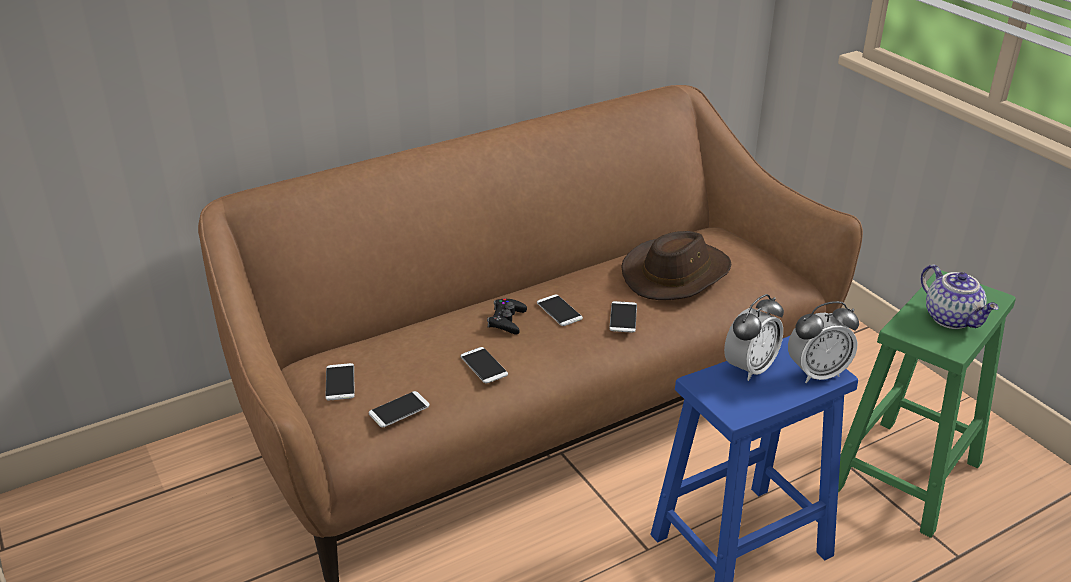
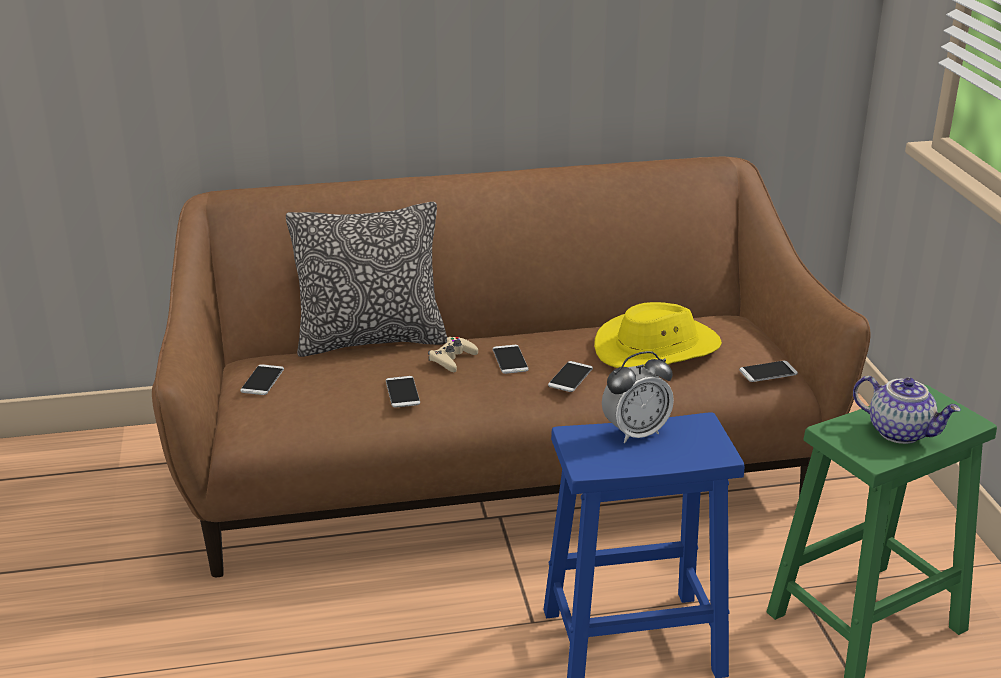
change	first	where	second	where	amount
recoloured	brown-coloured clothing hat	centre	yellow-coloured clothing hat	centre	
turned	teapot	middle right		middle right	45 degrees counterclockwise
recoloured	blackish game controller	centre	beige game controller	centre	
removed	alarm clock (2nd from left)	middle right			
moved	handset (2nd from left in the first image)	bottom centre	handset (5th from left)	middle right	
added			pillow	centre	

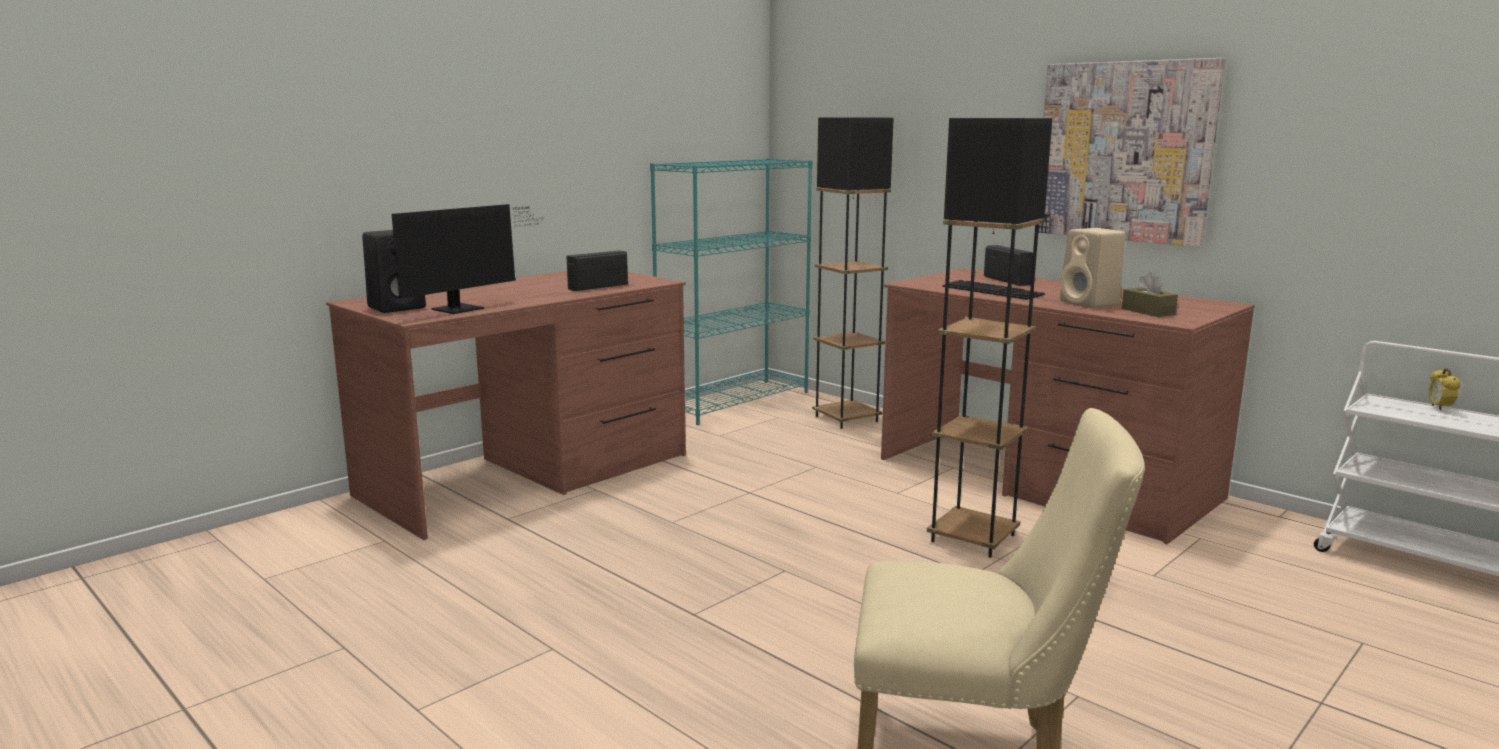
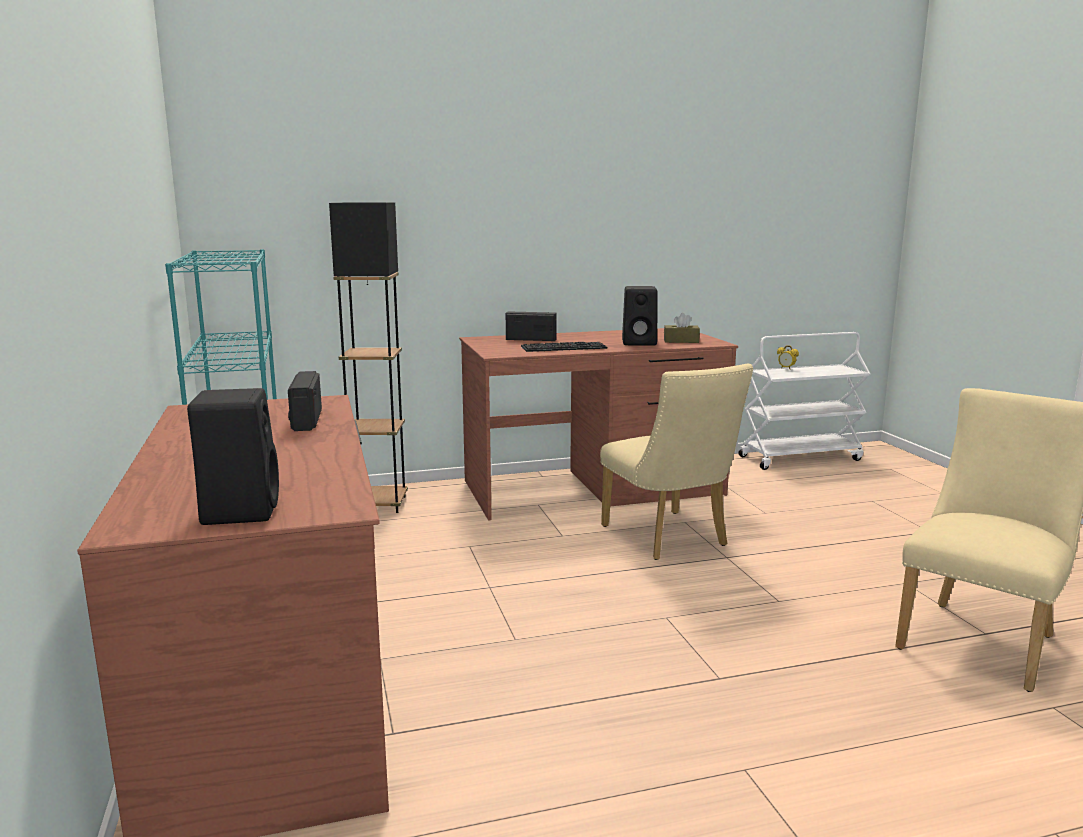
change	first	where	second	where	amount
removed	wall art	top right			
replaced	blackish standard lamp (2nd from left)	centre	beige chair (1st from left)	centre	
removed	monitor	middle left			
recoloured	beige loudspeaker	middle right	blackish loudspeaker (2nd from left)	centre	

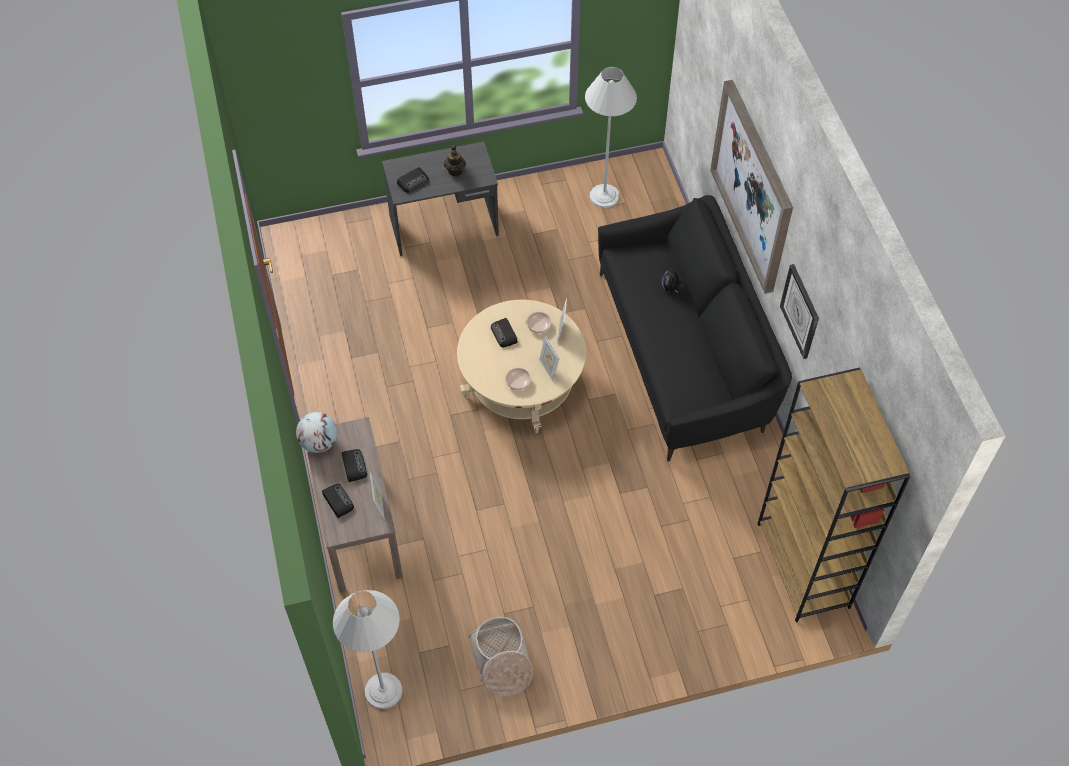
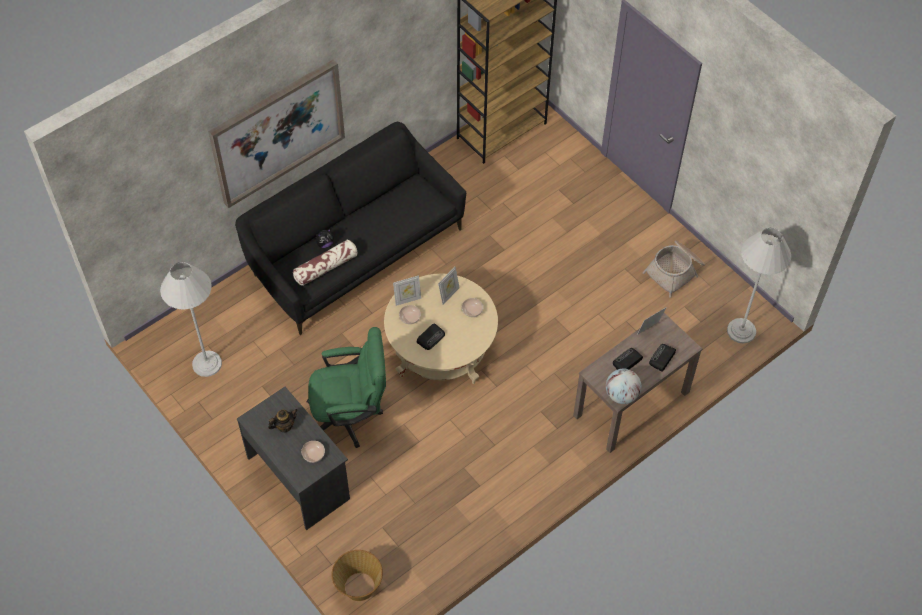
change	first	where	second	where	amount
replaced	radio set (3rd from left)	top centre	bowl (1st from left)	bottom centre	
removed	hanging clock	middle right			
added			pillow	centre	
added			green-coloured office chair	centre	
added			basket (1st from left)	bottom centre	

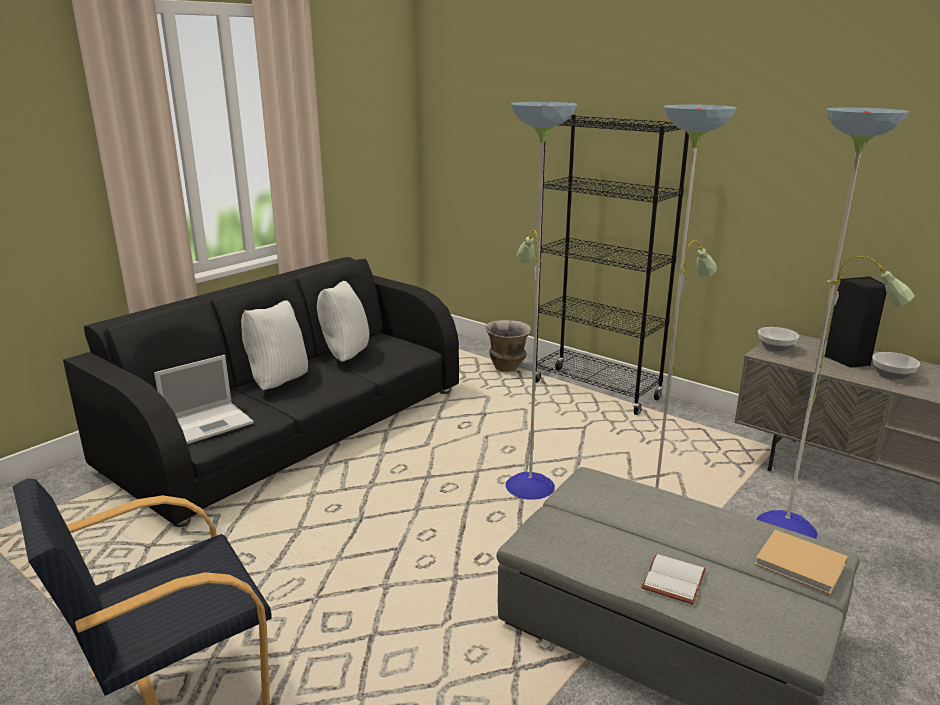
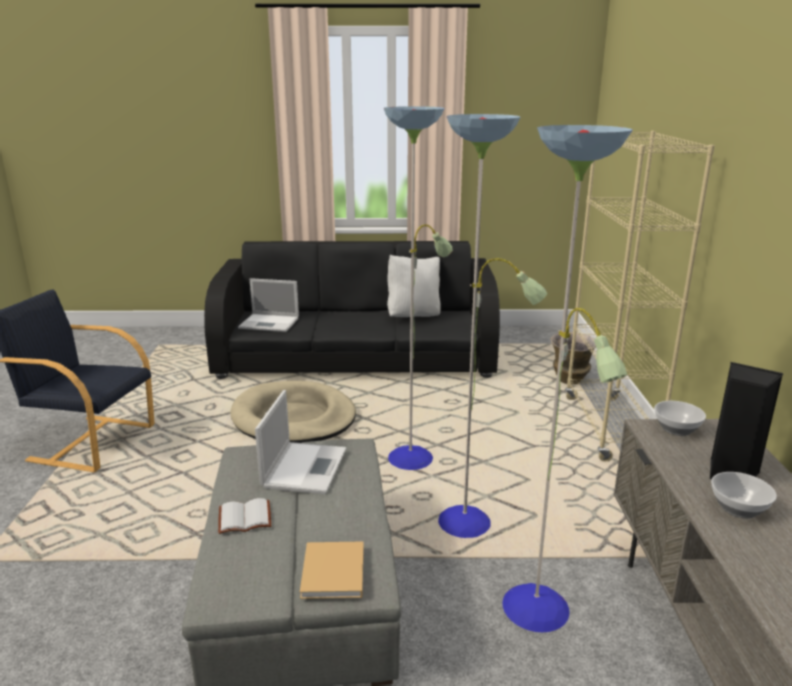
change	first	where	second	where	amount
recoloured	blackish bookshelf	centre	beige bookshelf	middle right	
removed	white-coloured pillow (1st from left)	middle left			
added			beige dog bed	centre	
added			portable computer (2nd from left)	centre	

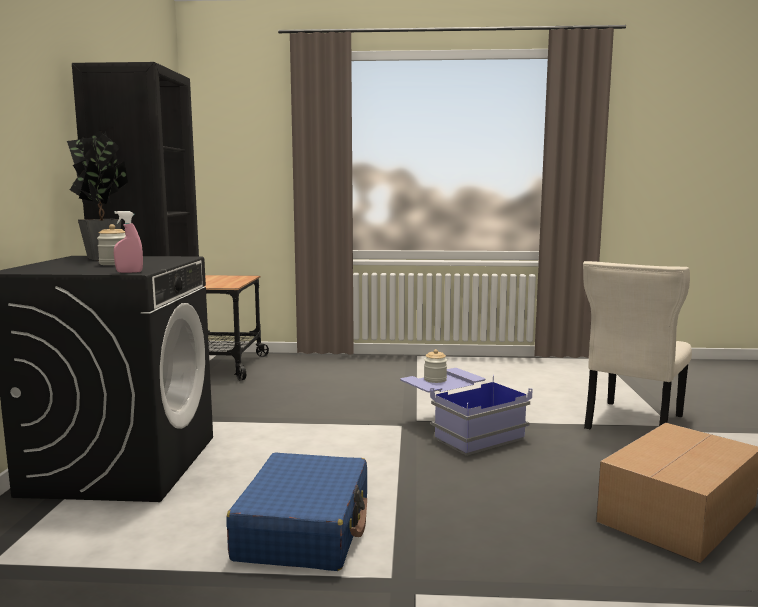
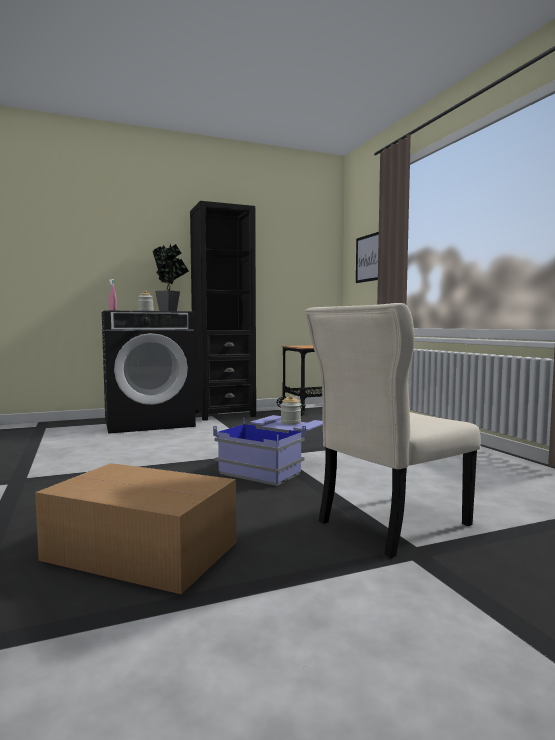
change	first	where	second	where	amount
turned	beige chair	middle right		middle right	45 degrees counterclockwise
removed	blue-coloured piece of luggage	bottom centre			
added			wall art	centre	

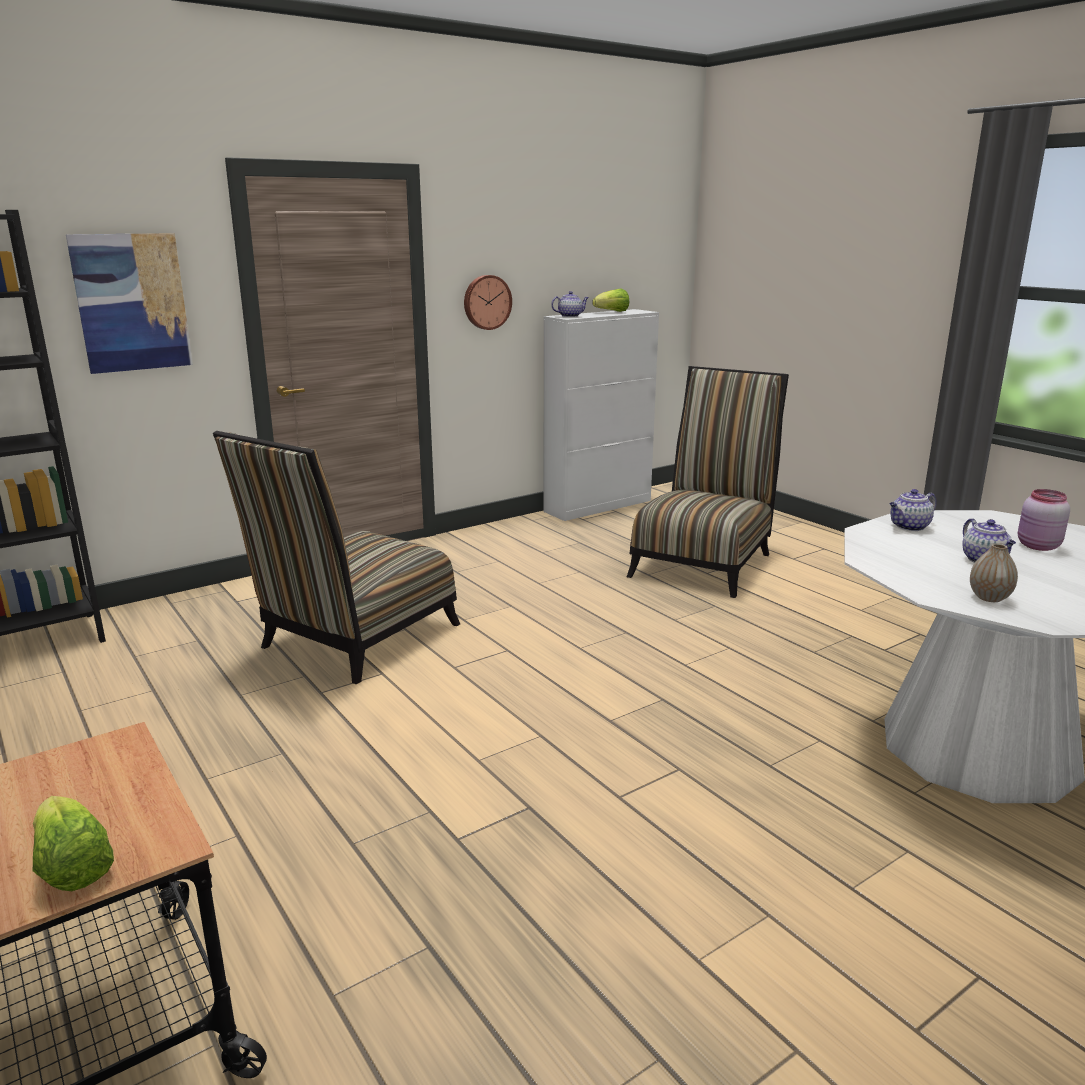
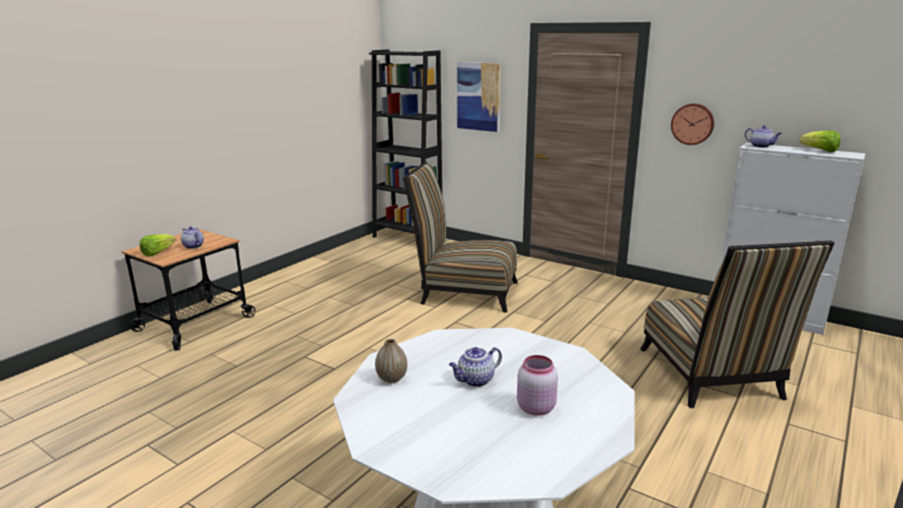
change	first	where	second	where	amount
turned	chair (2nd from left)	centre		middle right	75 degrees clockwise
moved	teapot (2nd from left in the first image)	middle right	teapot (1st from left)	middle left	

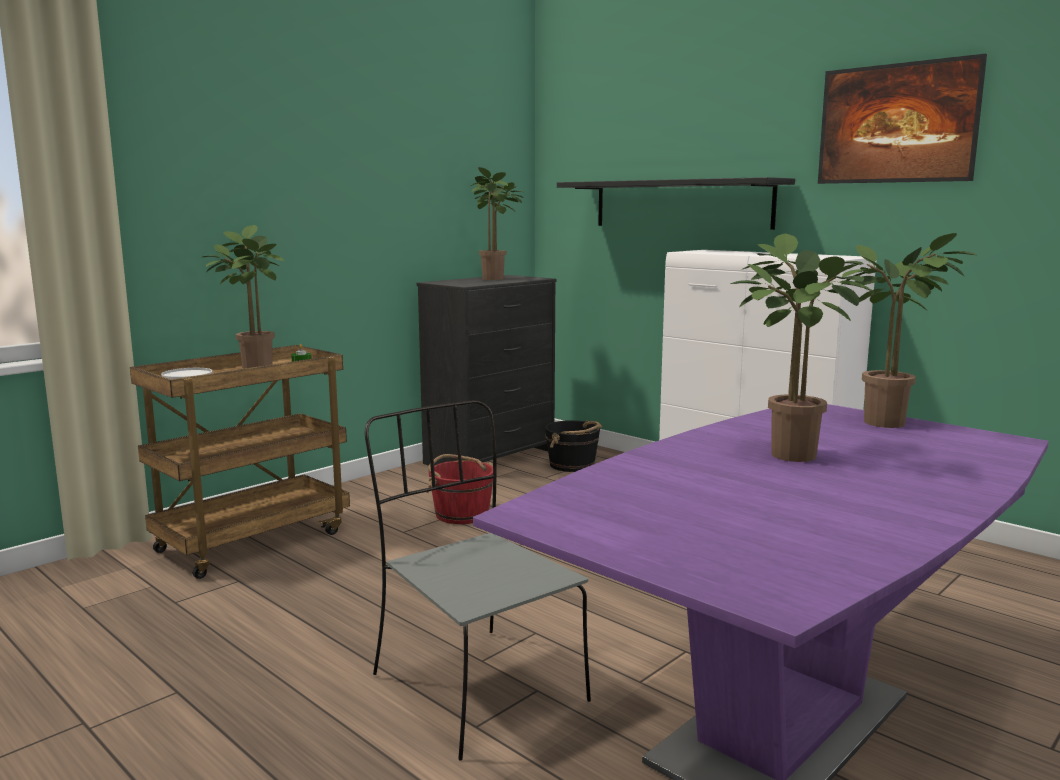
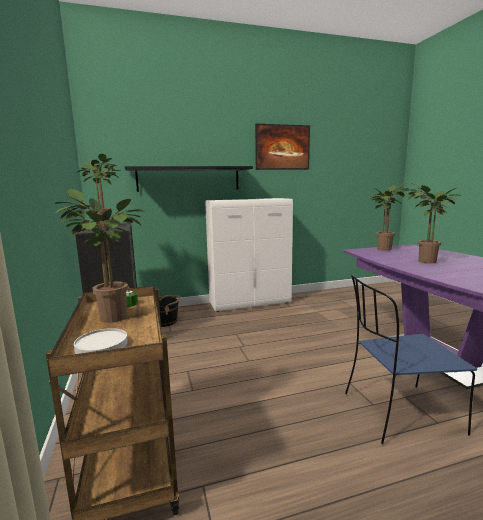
change	first	where	second	where	amount
recoloured	greyish chair	bottom centre	blue-coloured chair	bottom right	
removed	reddish pail	centre			

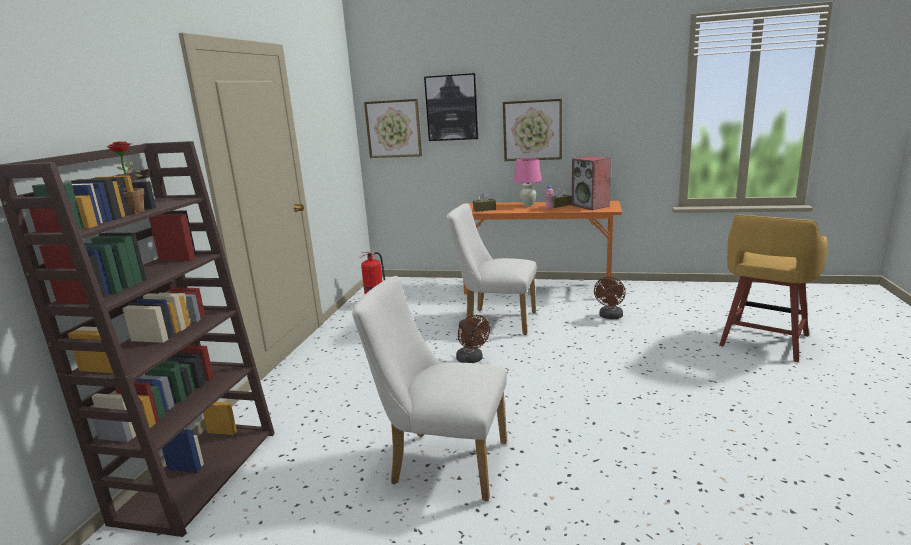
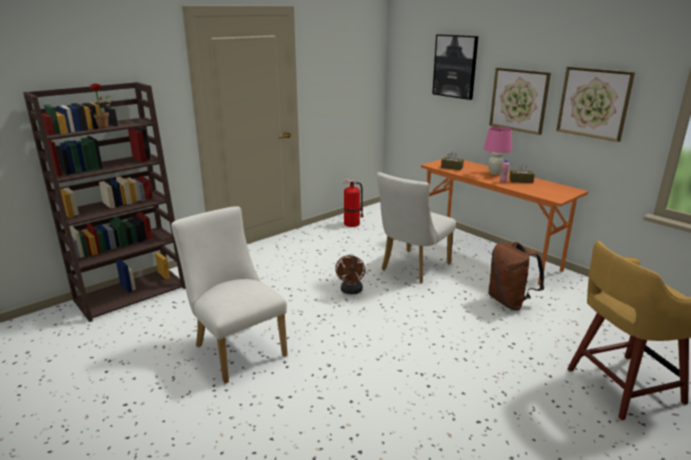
change	first	where	second	where	amount
moved	wall art (1st from left in the first image)	top centre	wall art (3rd from left)	top right	
removed	loudspeaker	centre			
turned	white-coloured chair (2nd from left)	centre		centre	105 degrees counterclockwise
replaced	brown-coloured fan (2nd from left)	middle right	brown-coloured rucksack	middle right	

